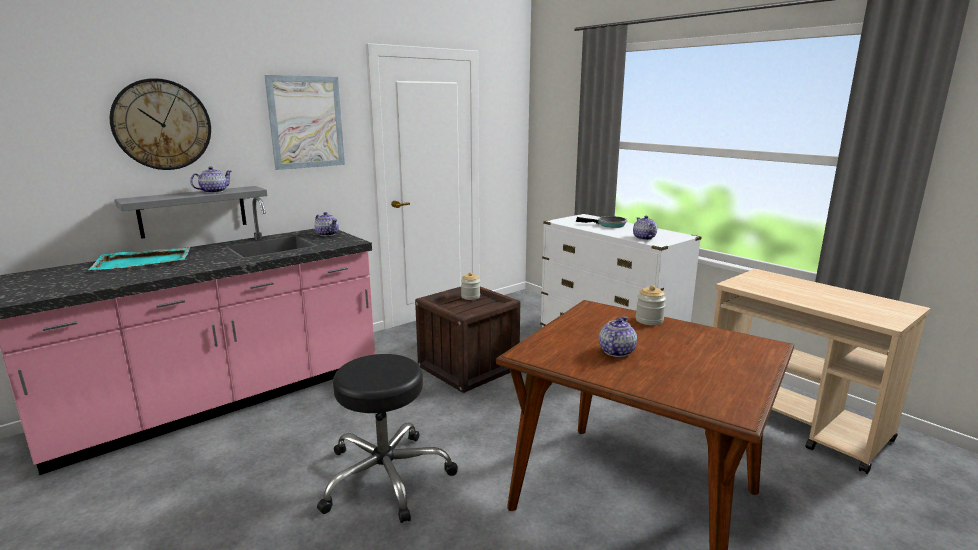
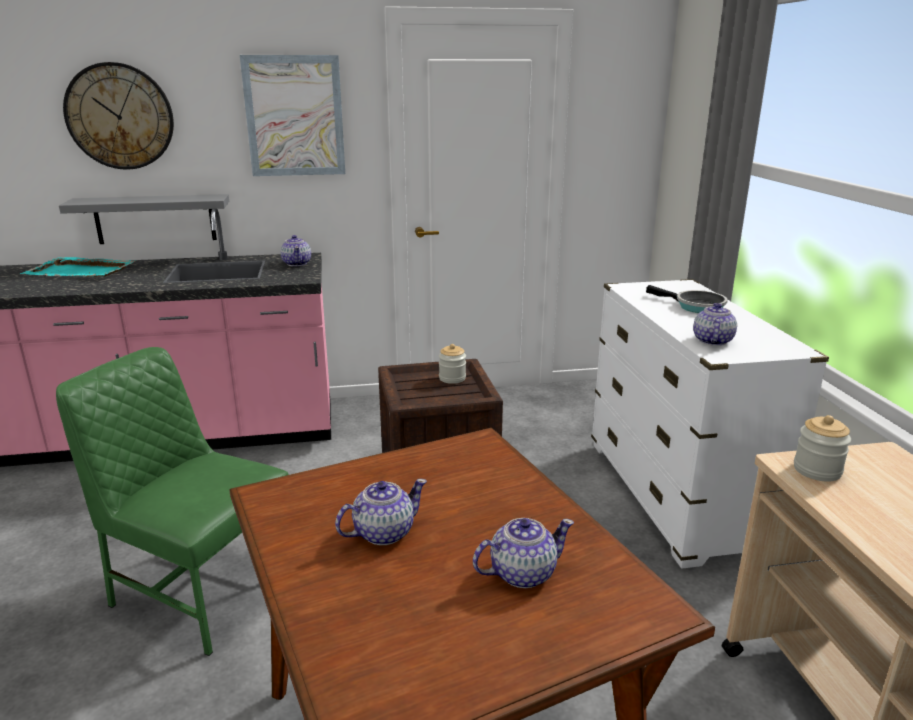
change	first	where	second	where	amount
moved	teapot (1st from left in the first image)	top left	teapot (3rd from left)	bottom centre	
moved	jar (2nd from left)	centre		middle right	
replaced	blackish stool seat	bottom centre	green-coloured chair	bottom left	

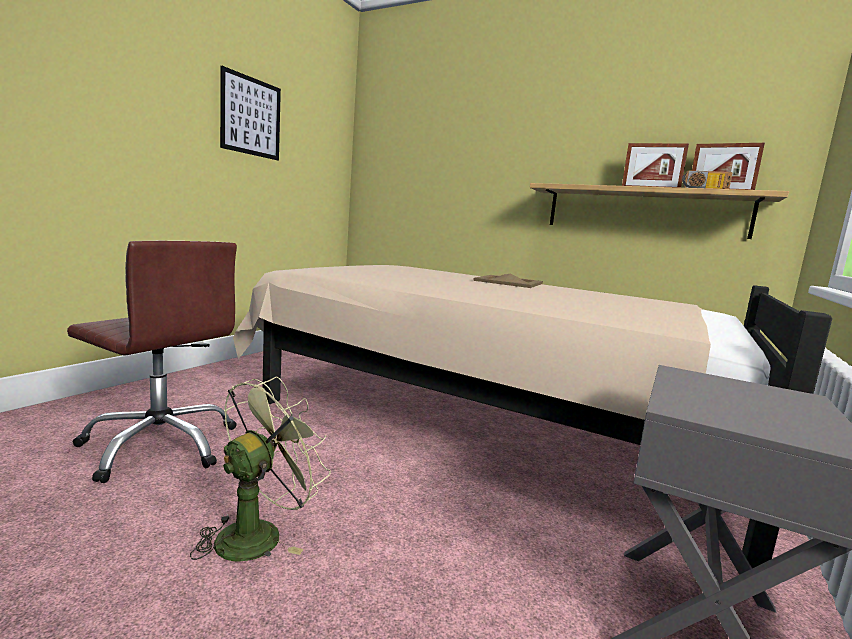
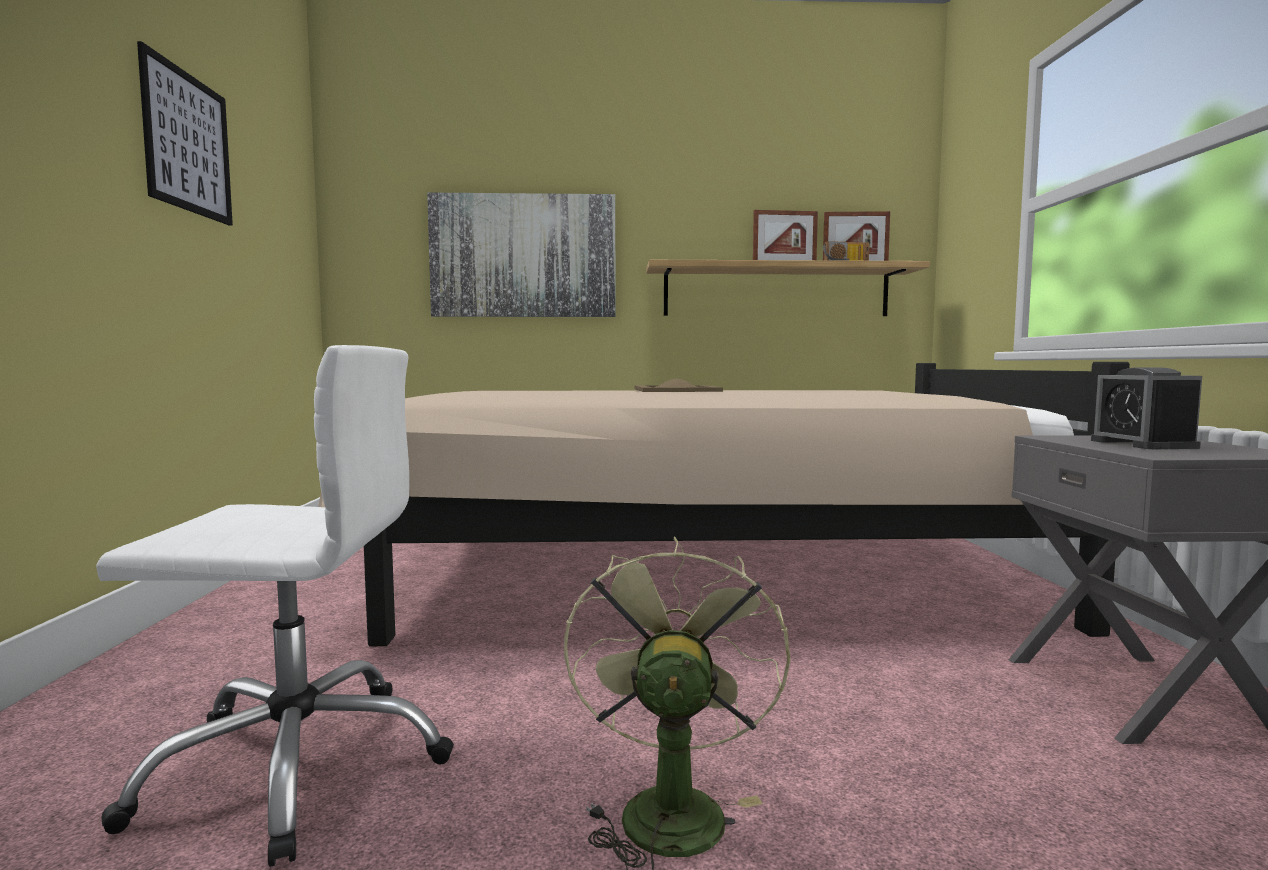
change	first	where	second	where	amount
recoloured	brown-coloured office chair	middle left	white-coloured office chair	bottom left	
added			wall art (2nd from left)	top centre	
added			alarm clock	middle right	

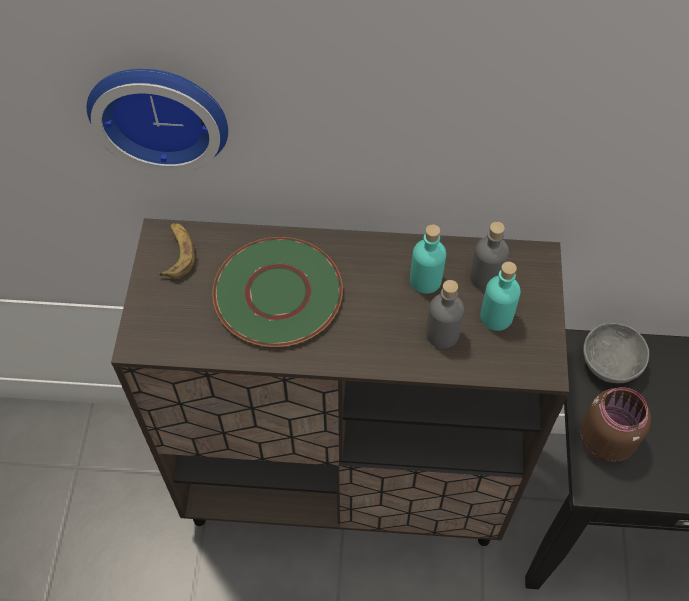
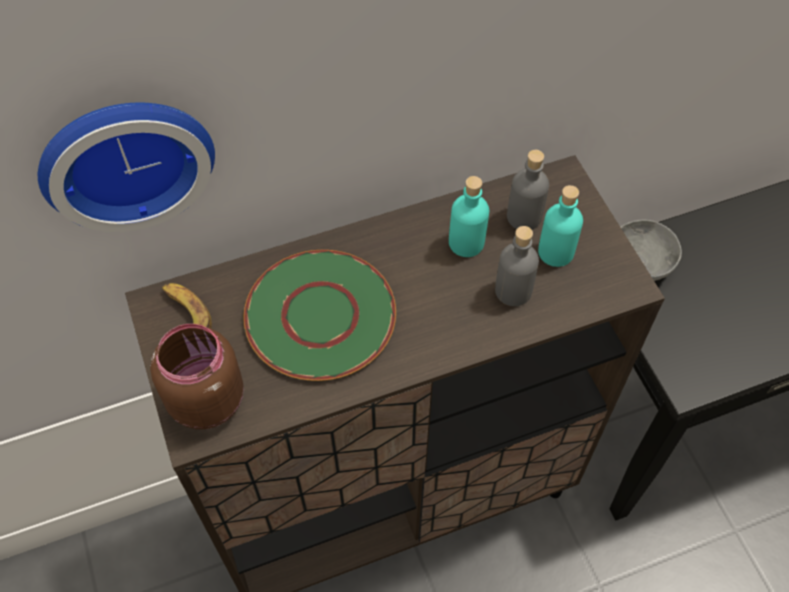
change	first	where	second	where	amount
moved	brown-coloured jar	bottom right		middle left	

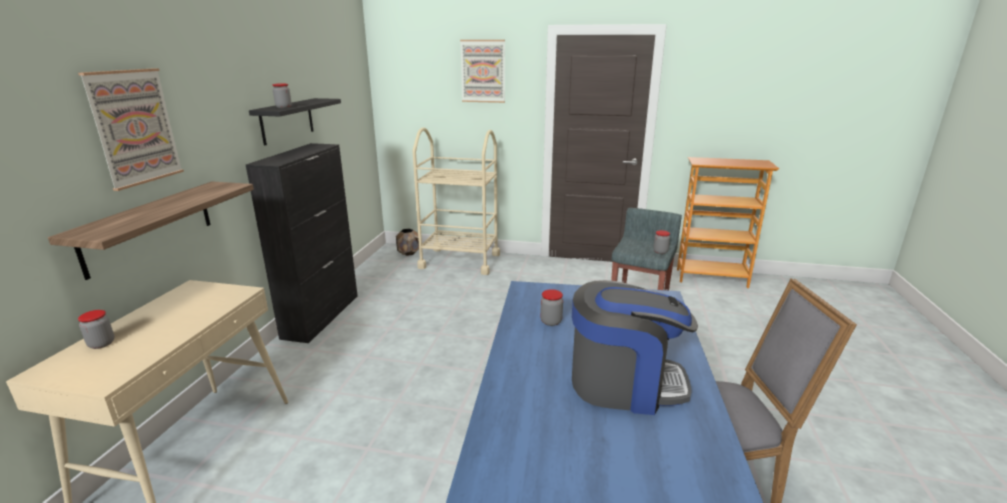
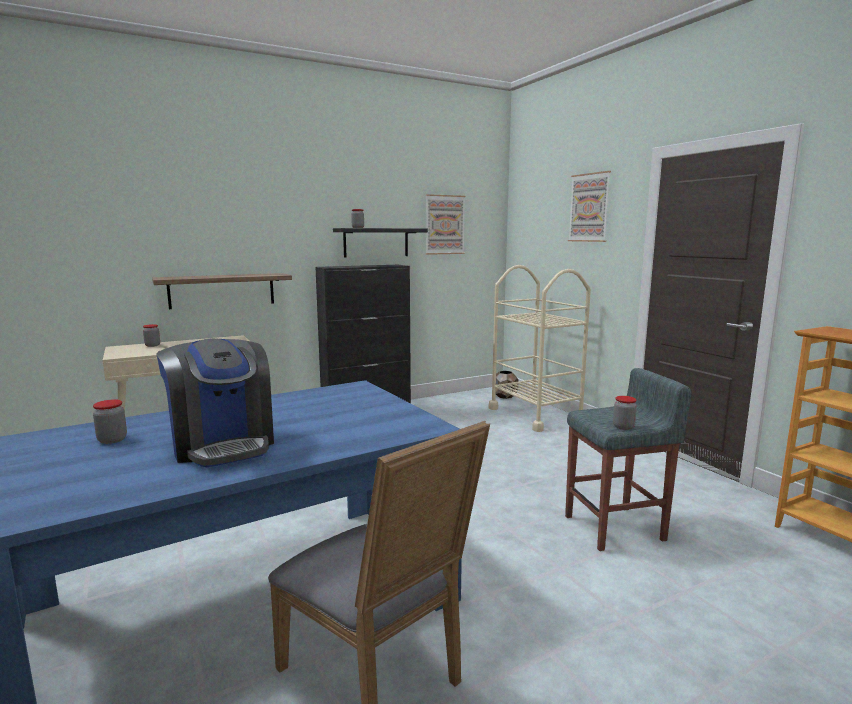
change	first	where	second	where	amount
moved	wall art (1st from left)	top left		top centre	
moved	jar (3rd from left in the first image)	centre	jar (1st from left)	middle left	

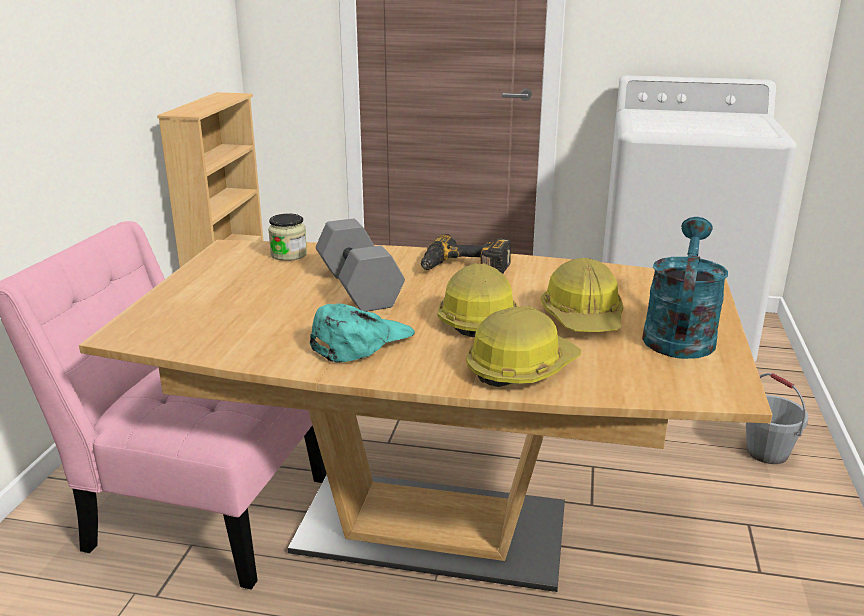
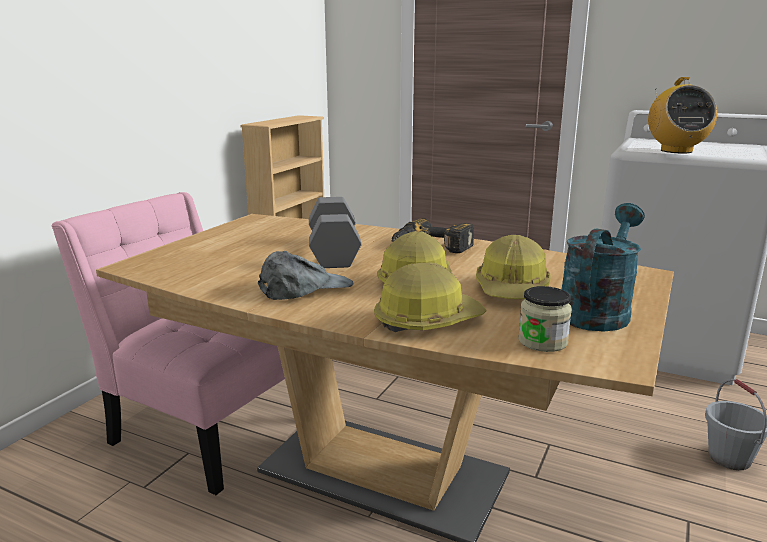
change	first	where	second	where	amount
moved	jar	middle left		middle right	
recoloured	turquoise-coloured peaked cap	centre	greyish peaked cap	centre	
added			radio set	top right	

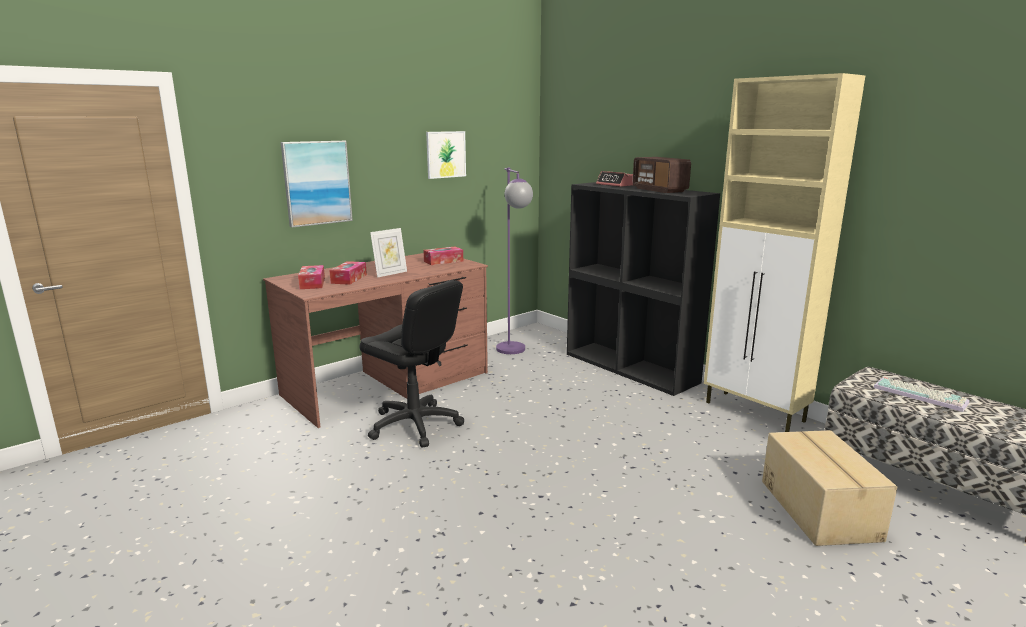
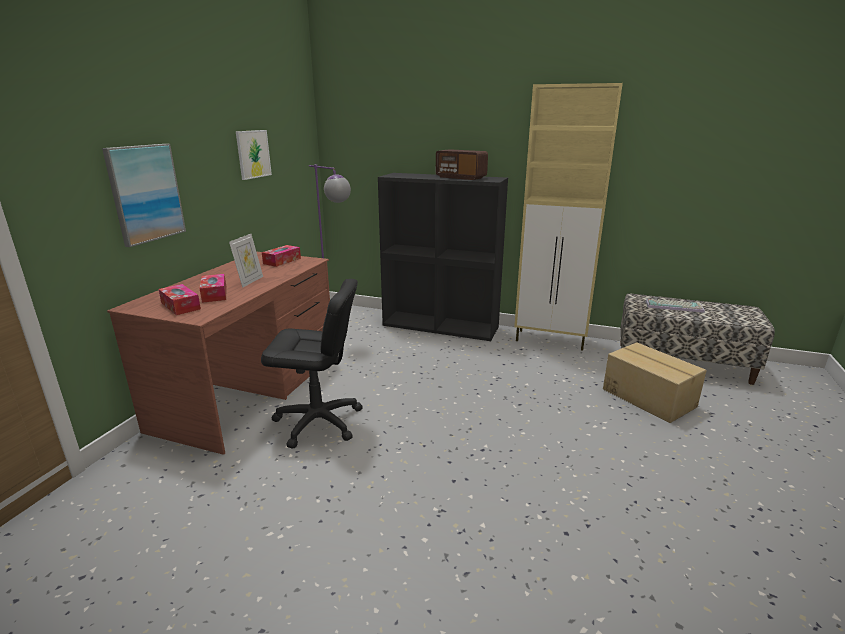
change	first	where	second	where	amount
removed	alarm clock	top centre			

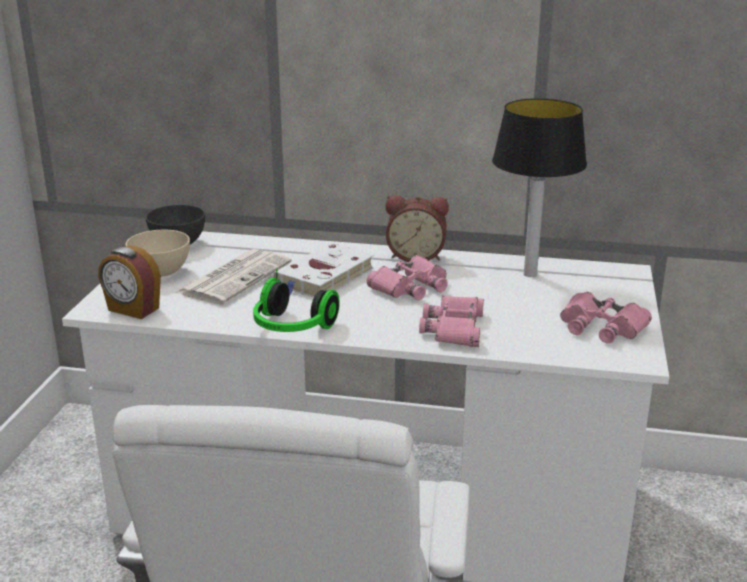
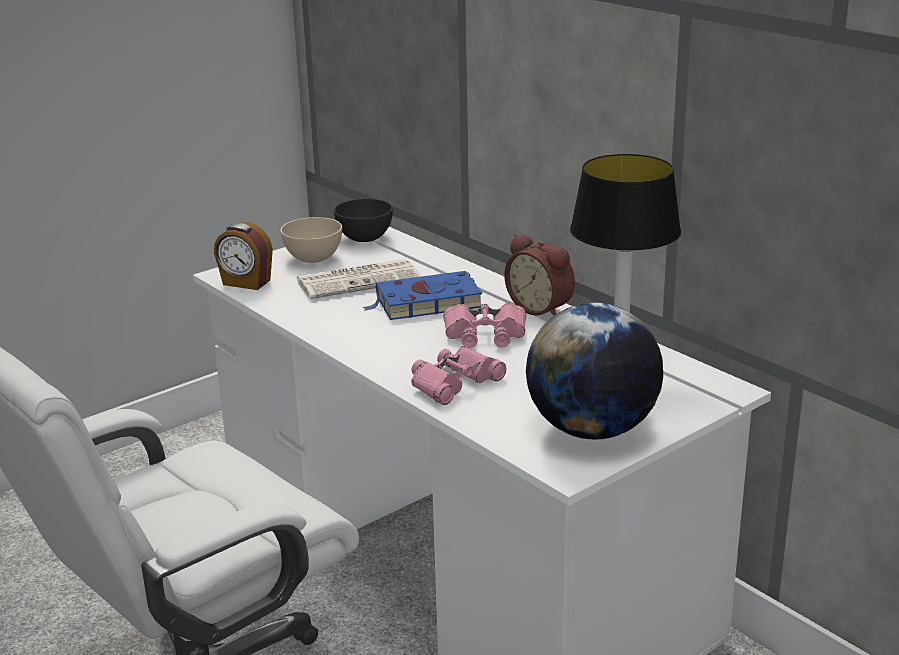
change	first	where	second	where	amount
recoloured	white-coloured bound book	centre	blue-coloured bound book	centre	
turned	alarm clock (1st from left)	middle left		middle left	45 degrees counterclockwise
removed	headphones	centre			
replaced	pink-coloured binoculars (3rd from left)	middle right	world globe	centre	

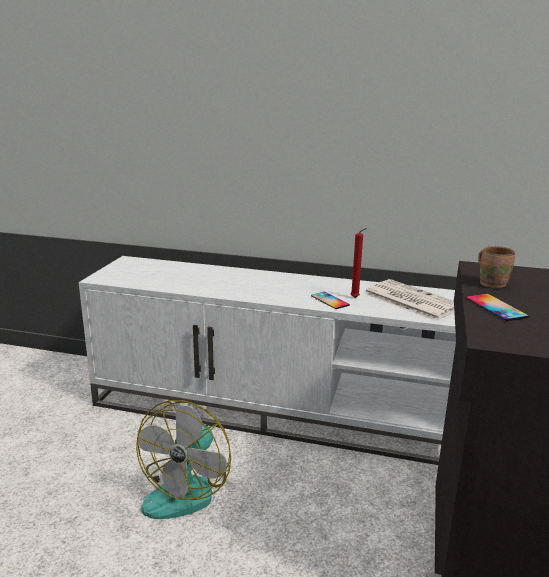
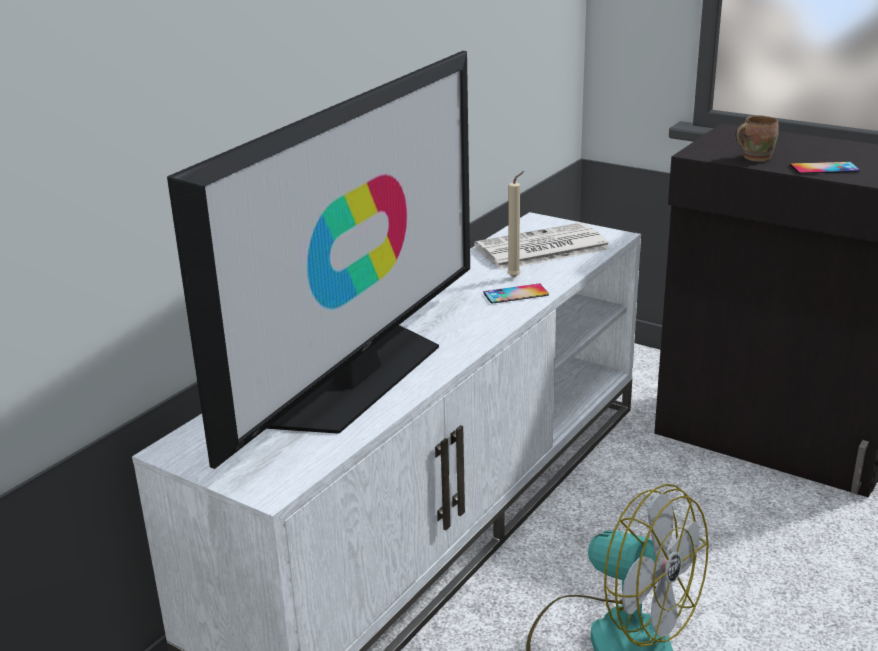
change	first	where	second	where	amount
recoloured	reddish wax light	centre	beige wax light	centre	
added			television	centre	

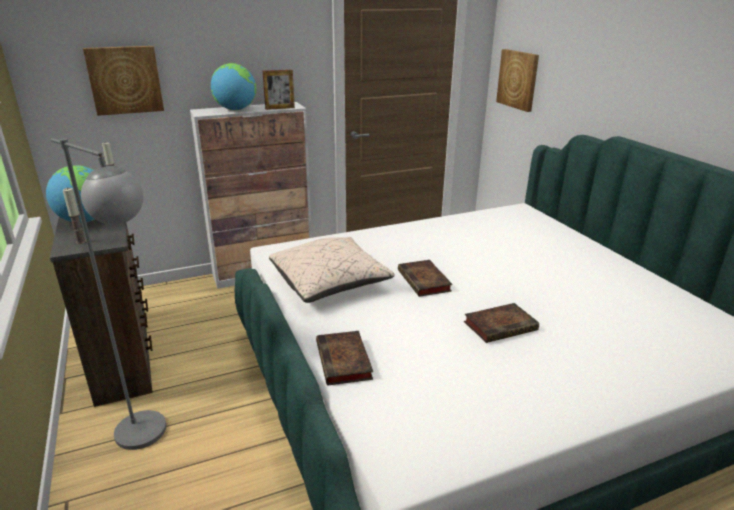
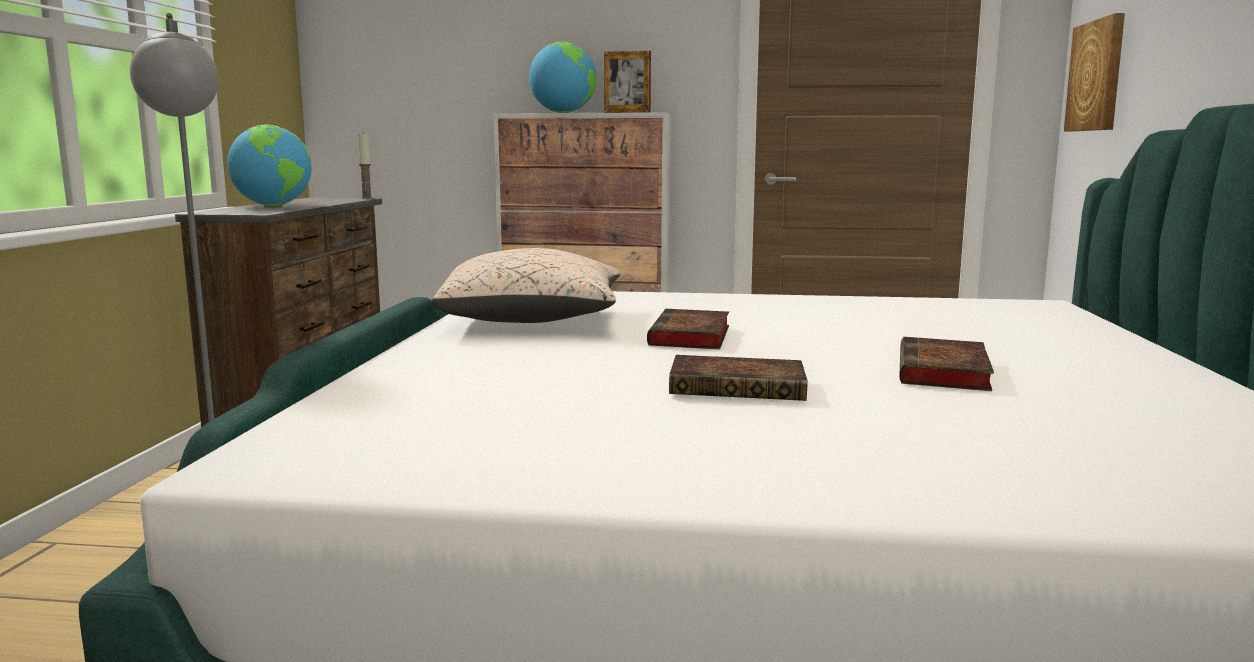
change	first	where	second	where	amount
removed	wall art (1st from left)	top left			
removed	wax light (1st from left)	middle left			
moved	bound book (1st from left in the first image)	bottom centre	bound book (3rd from left)	middle right	

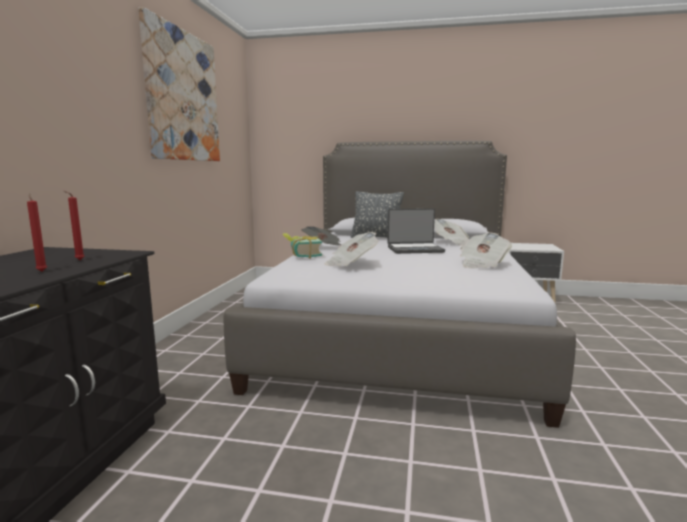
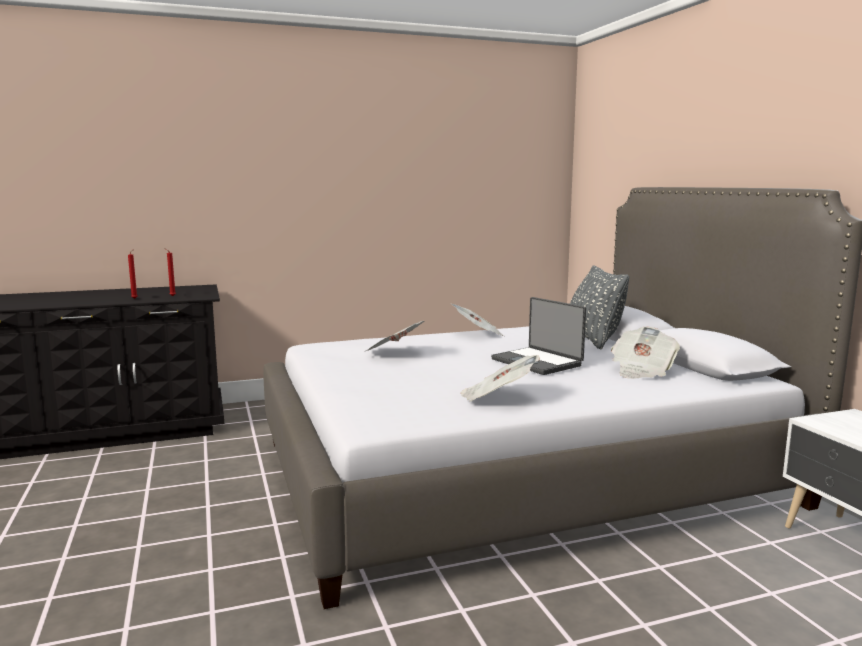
change	first	where	second	where	amount
removed	wall art	top left			
removed	bound book	centre			

